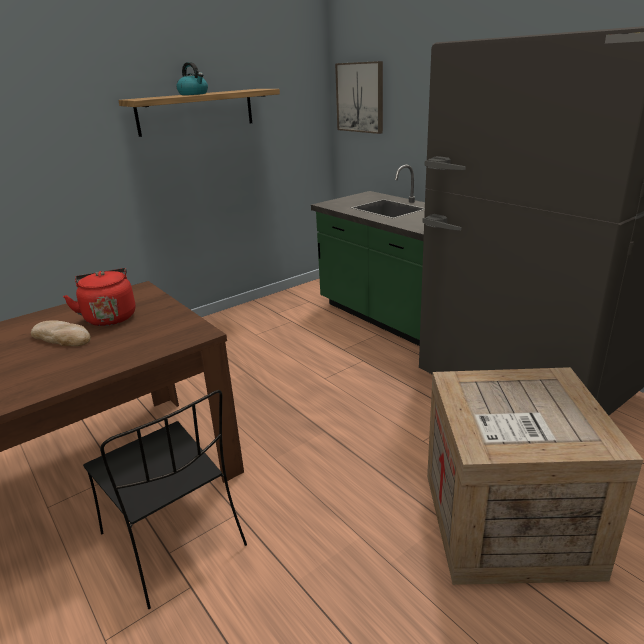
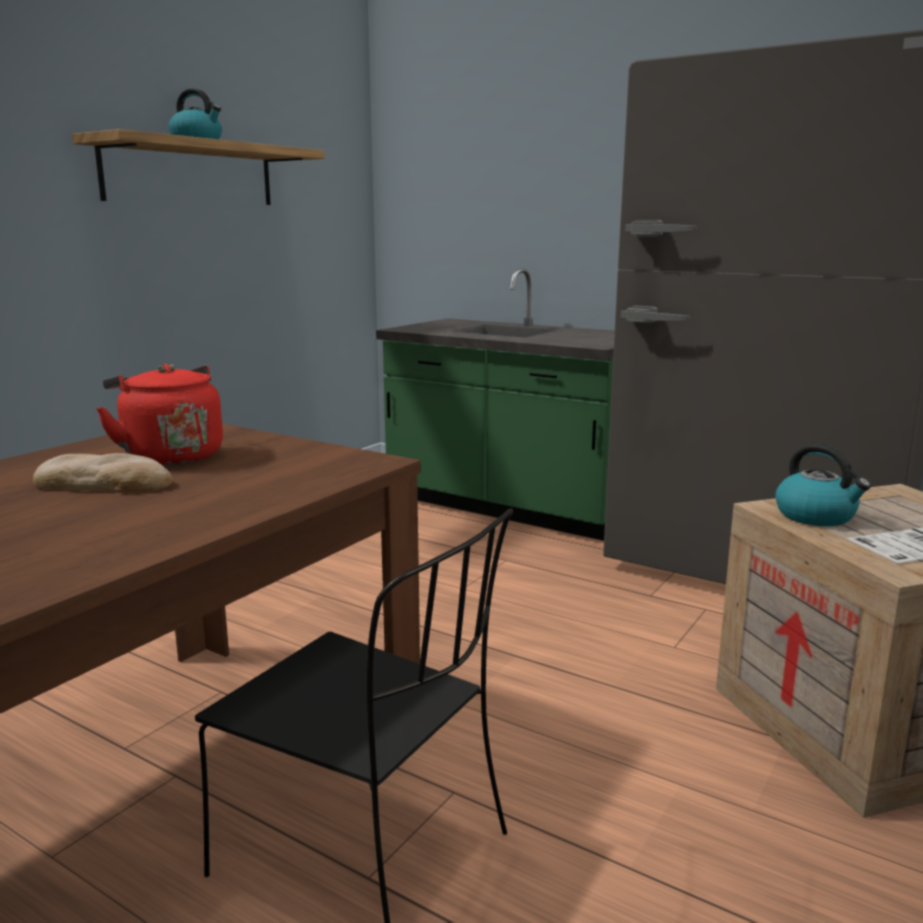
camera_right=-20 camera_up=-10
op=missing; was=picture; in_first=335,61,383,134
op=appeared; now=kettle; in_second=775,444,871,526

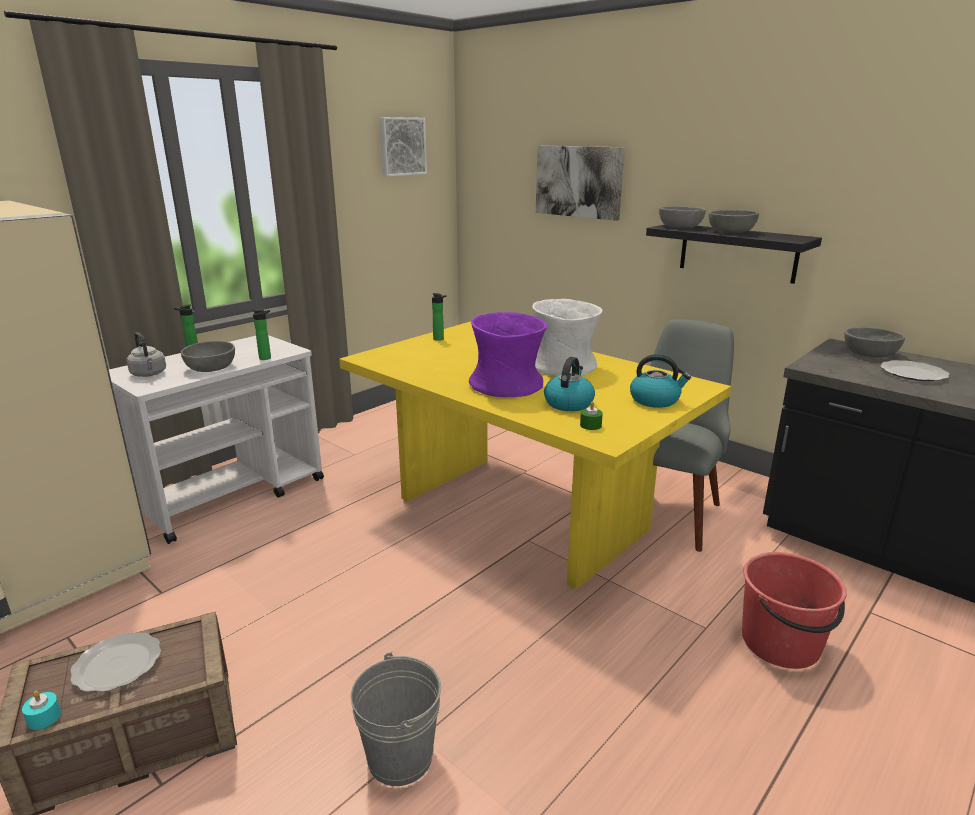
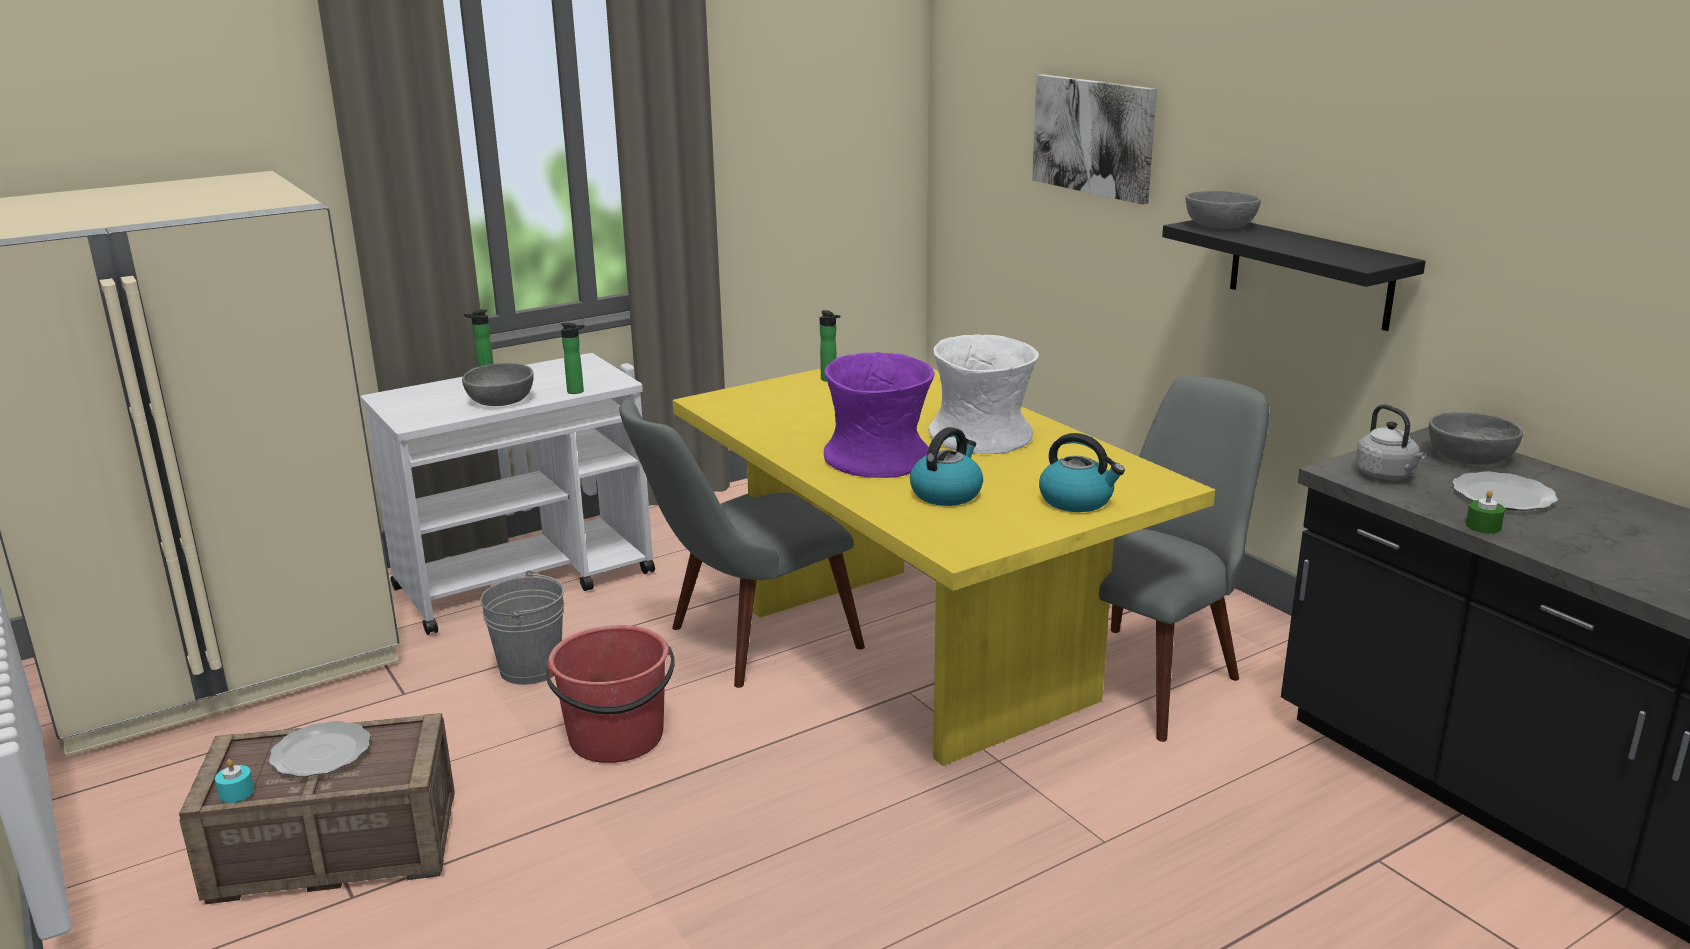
camera_right=15 camera_up=0
op=missing; was=picture; in_first=379,117,427,177
op=missing; was=grey bowl; in_first=709,210,759,233
op=appeared; now=grey chair; in_second=620,399,865,688
op=relocated; was=grey kettle; in_first=126,332,166,377; in_second=1355,404,1426,480
op=relocated; was=grey bucket; in_first=351,652,441,786; in_second=480,570,564,685
op=relocated; was=green candle; in_first=580,402,603,430; in_second=1466,490,1505,533
op=relocated; was=red bucket; in_first=742,552,847,669; in_second=546,625,675,763

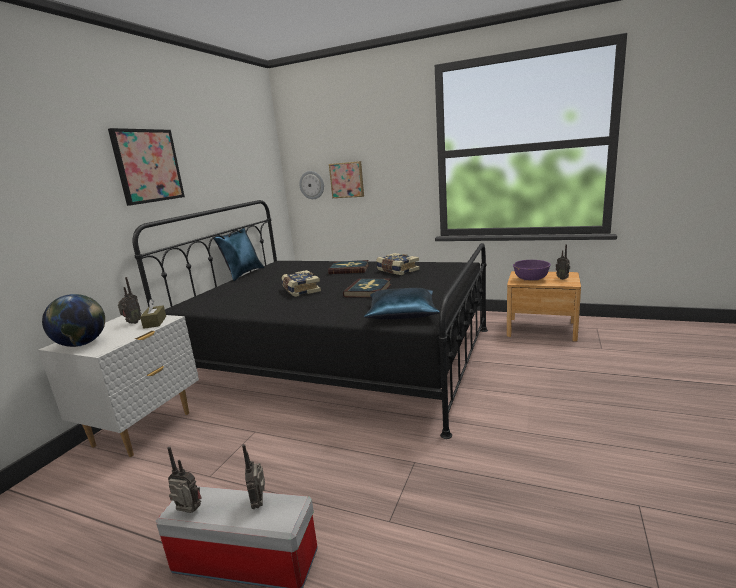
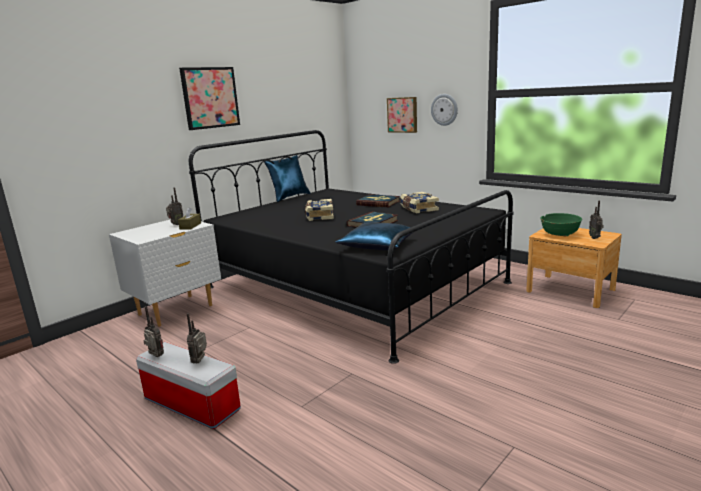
camera_right=20 camera_up=0
op=missing; was=globe; in_first=42,294,105,347
op=relocated; was=wall clock; in_first=299,171,324,199; in_second=431,94,458,126
op=colour; was=purple bowl; now=green bowl; in_first=513,260,551,281; in_second=541,213,582,236

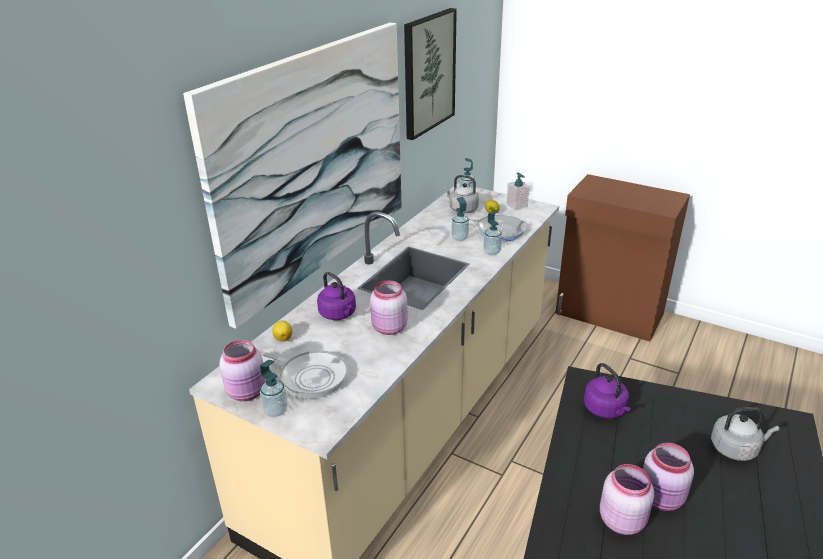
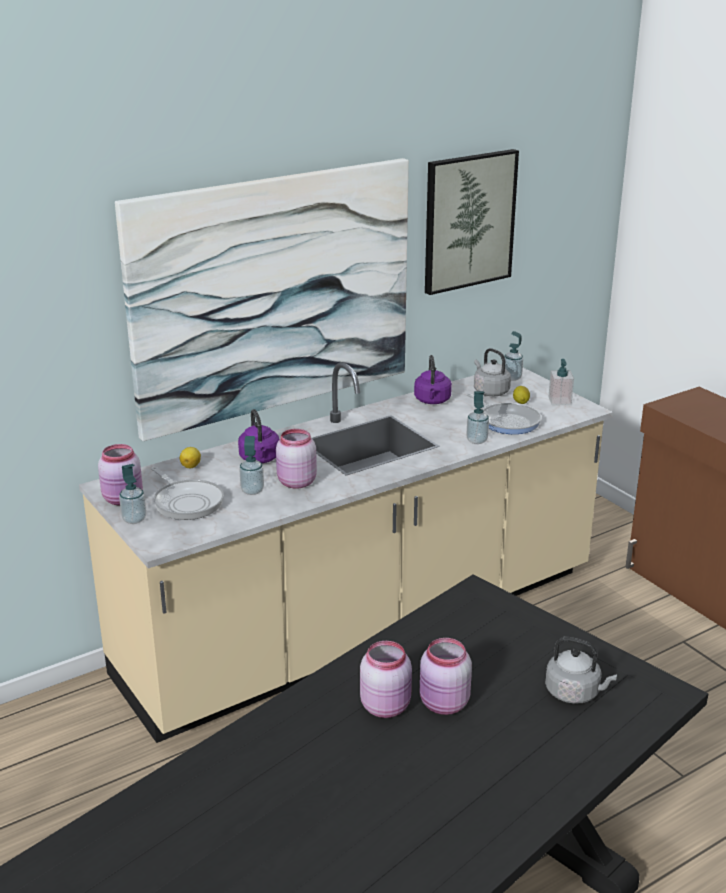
camera_right=25 camera_up=-5
op=relocated; was=soap dispenser; in_first=452,197,469,241; in_second=239,436,264,495
op=relocated; was=purple kettle; in_first=584,363,630,418; in_second=414,355,452,404

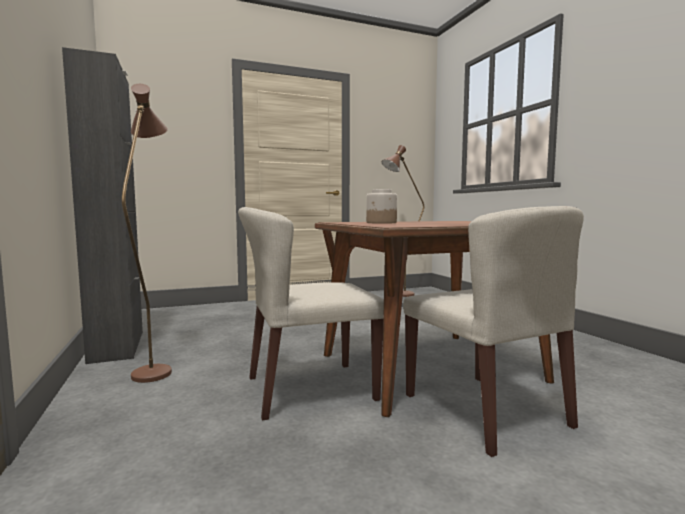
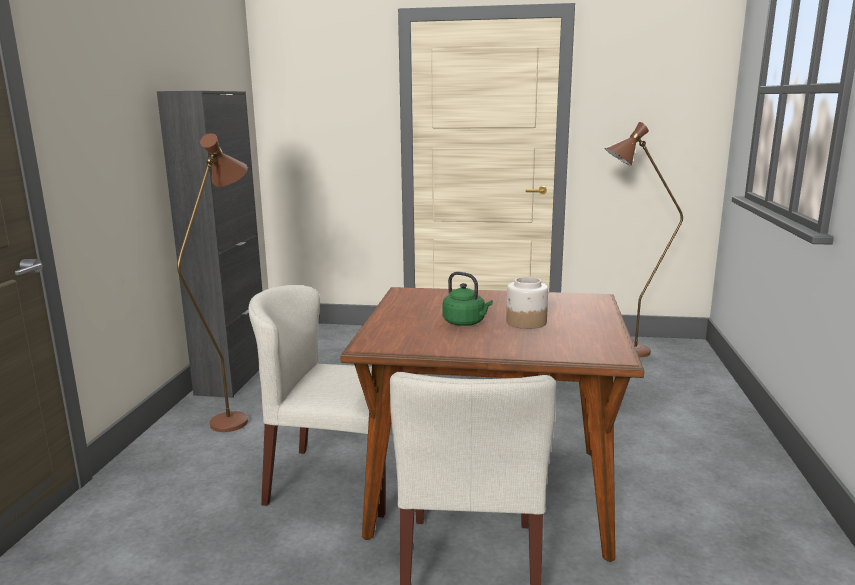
camera_right=30 camera_up=10
op=appeared; now=green kettle; in_second=442,272,493,326
op=relocated; was=jar; in_first=366,189,397,224; in_second=506,277,548,329

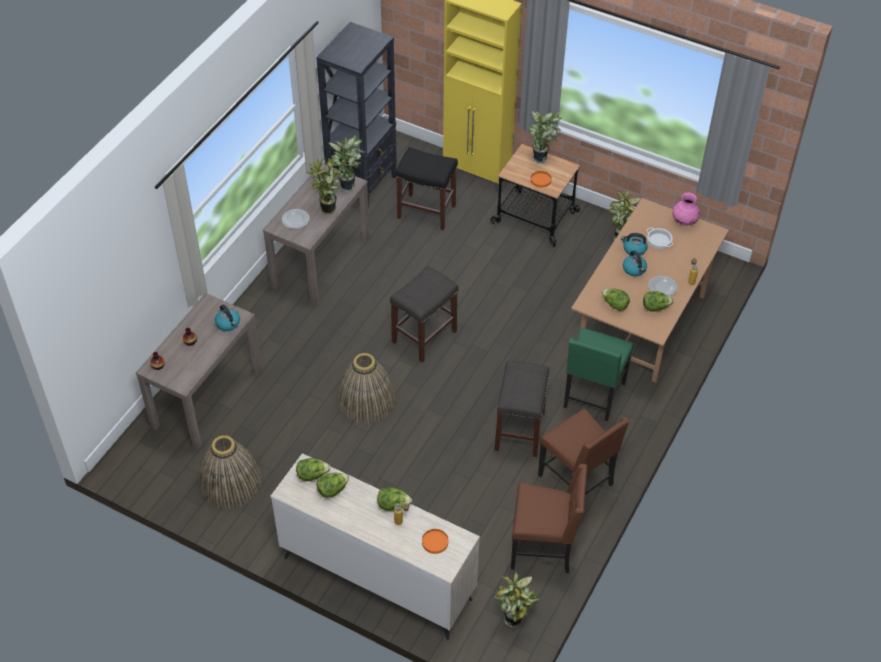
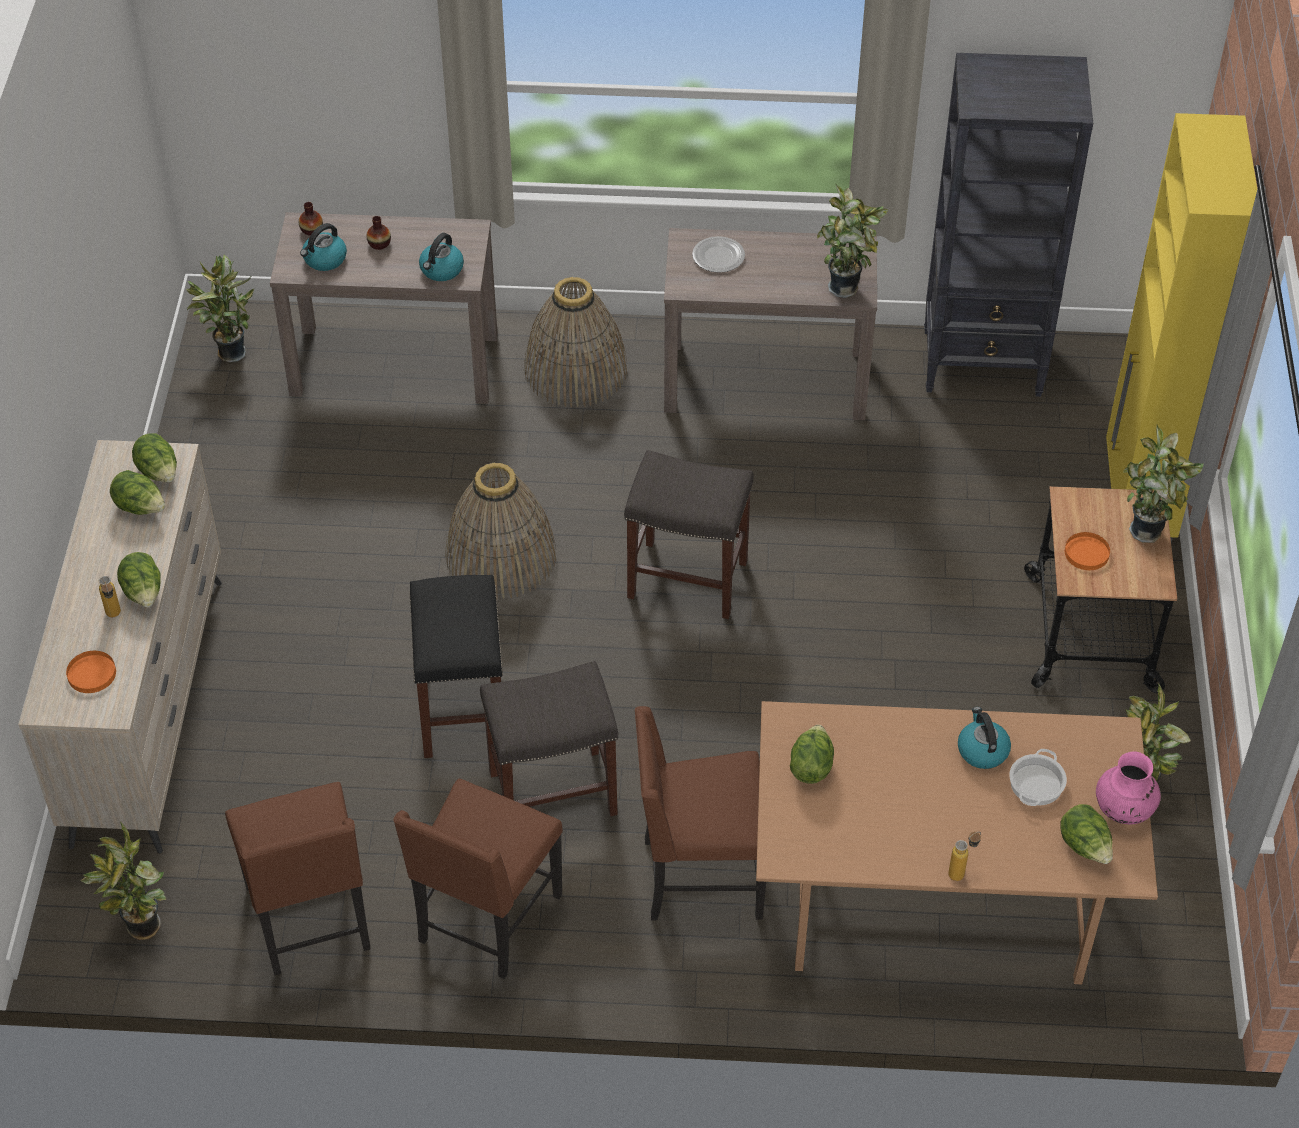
camera_right=65 camera_up=0
op=missing; was=plate; in_first=648,276,677,297
op=relocated; was=basket; in_first=199,435,262,509; in_second=524,277,627,408
op=relocated; was=potted plant; in_first=307,155,341,215; in_second=186,255,254,363
op=relocated; was=black stool; in_first=395,147,458,230; in_second=409,575,503,758
op=relocated; was=kettle; in_first=623,250,647,276; in_second=300,223,347,271
op=relocated; was=lettuce; in_first=643,291,673,312; in_second=1060,804,1113,864
op=colour; was=green chair; now=brown chair; in_first=563,328,634,421; in_second=635,706,766,921

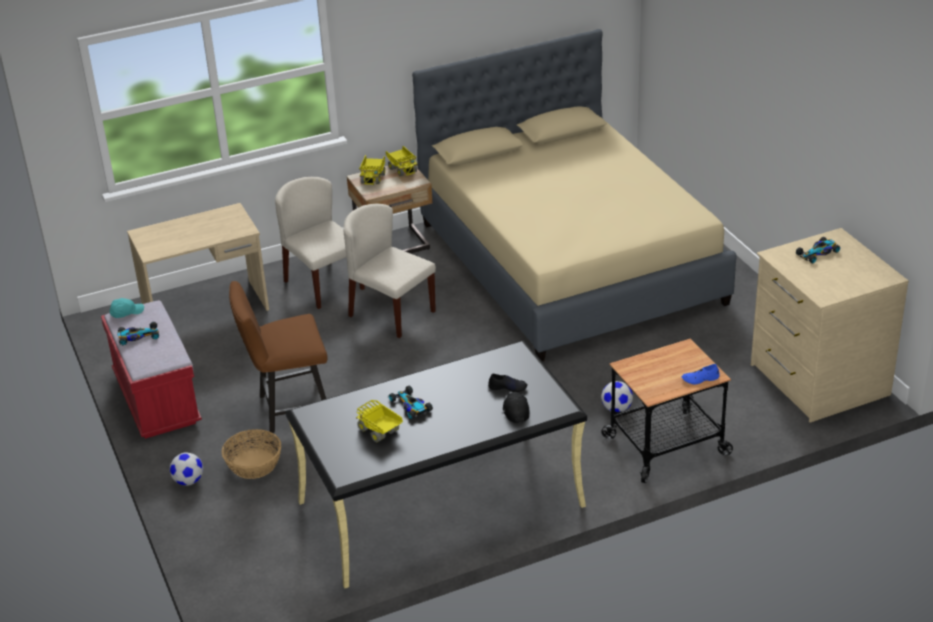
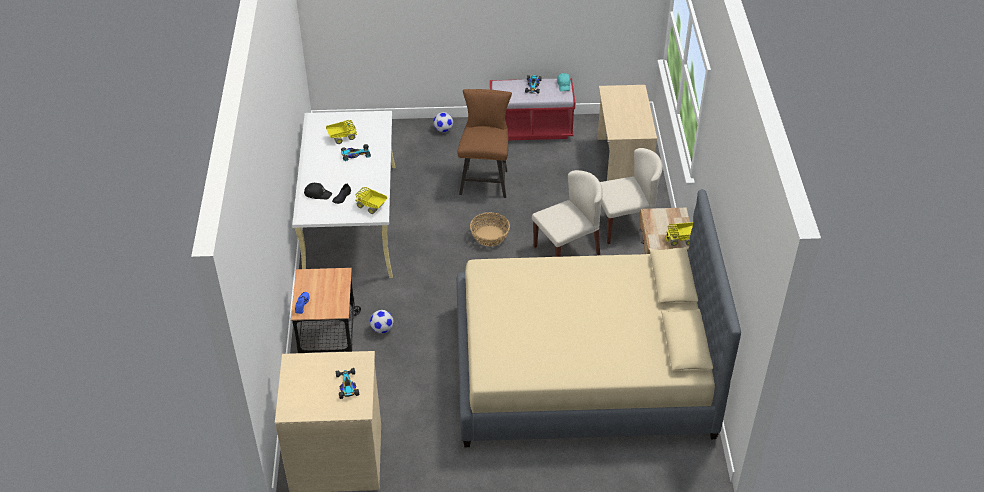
camera_right=110 camera_up=10
op=relocated; was=basket; in_first=222,429,281,479; in_second=470,212,510,246
op=relocated; was=toy truck; in_first=359,155,385,185; in_second=355,187,387,214
op=colour; was=black desk; now=white desk; in_first=285,340,587,588; in_second=292,111,395,278

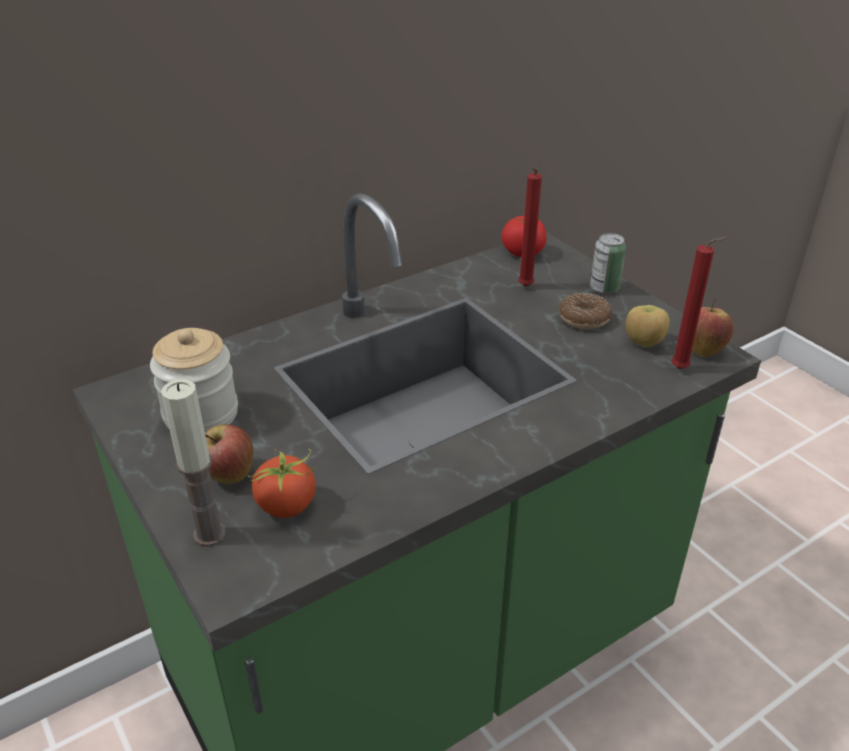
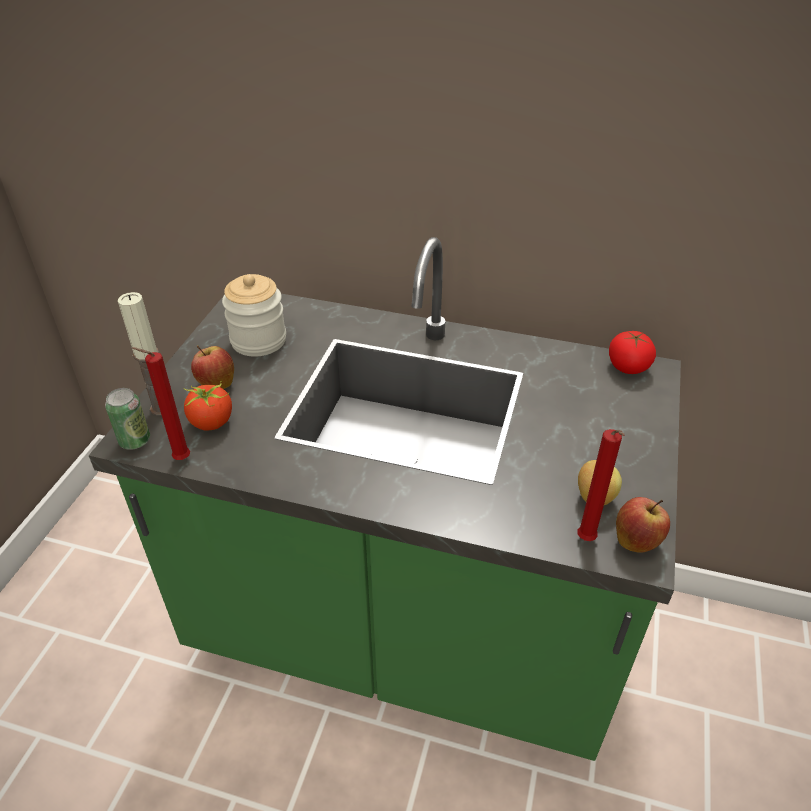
camera_right=50 camera_up=5
op=missing; was=donut; in_first=558,293,613,329
op=relocated; was=red candle; in_first=518,167,542,287; in_second=132,347,190,460
op=relocated; was=can; in_first=590,233,626,294; in_second=105,388,150,450

